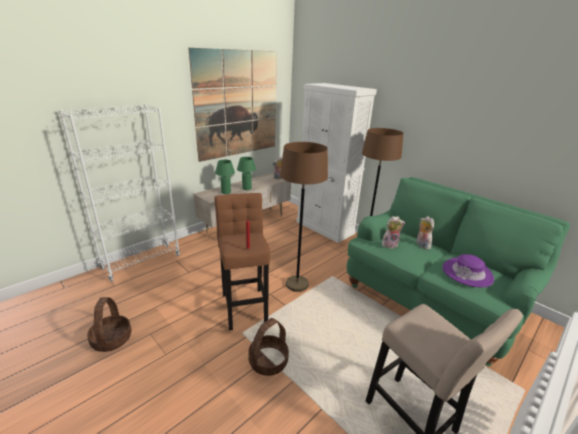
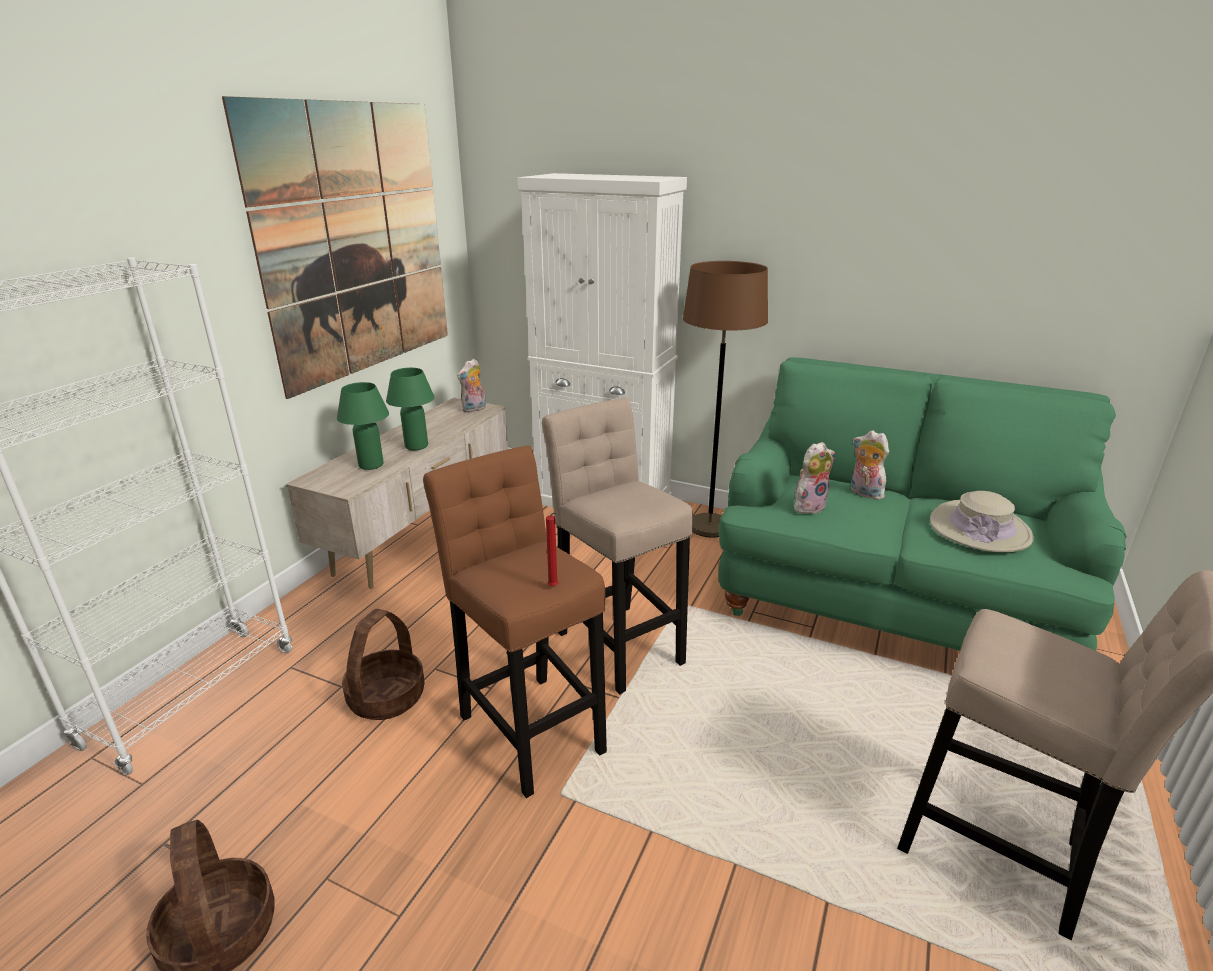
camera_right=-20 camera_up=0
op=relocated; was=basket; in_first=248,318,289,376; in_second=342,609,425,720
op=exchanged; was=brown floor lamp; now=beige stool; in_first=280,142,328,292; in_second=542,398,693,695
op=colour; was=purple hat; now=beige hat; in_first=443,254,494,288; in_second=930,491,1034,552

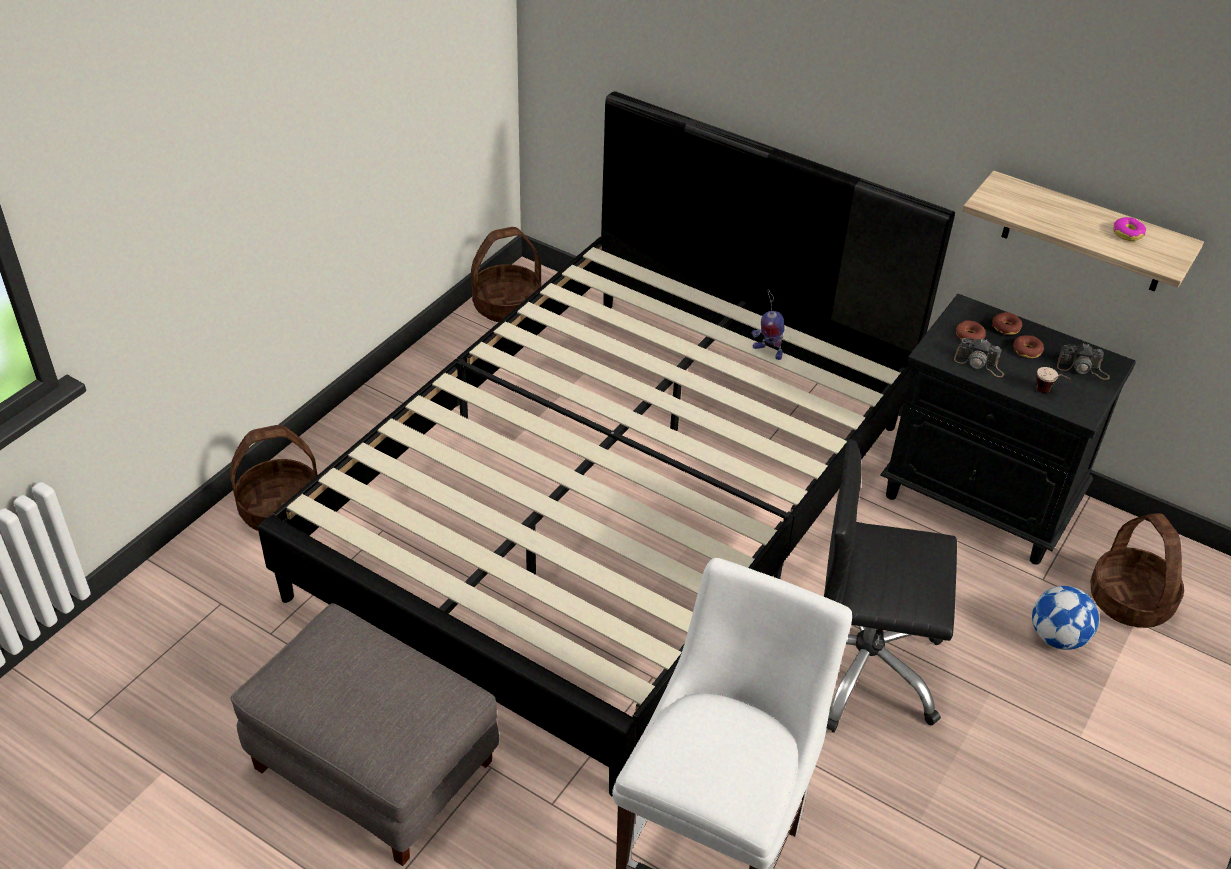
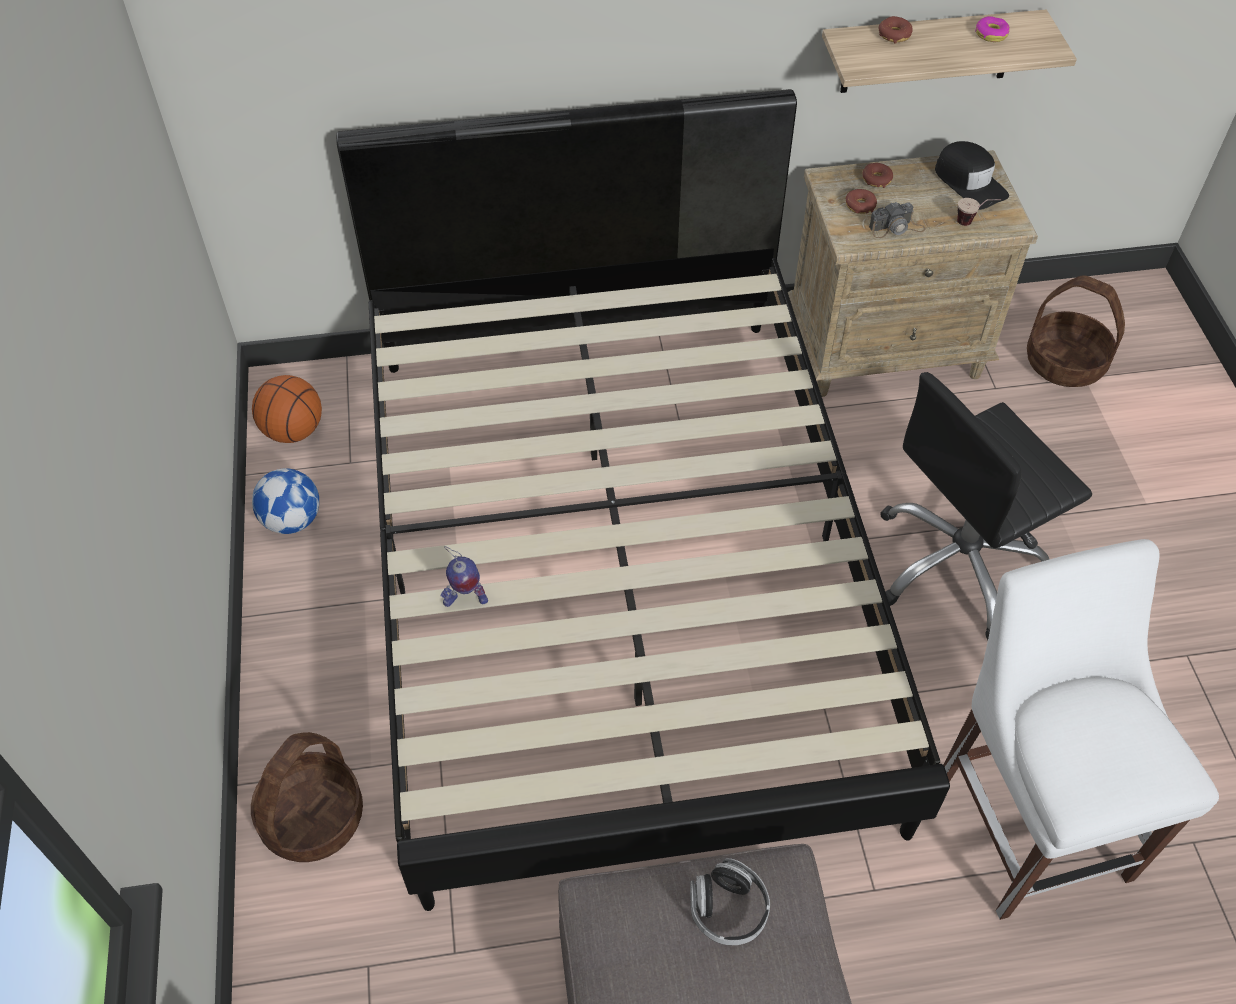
camera_right=-40 camera_up=10
op=appeared; now=headphones; in_second=690,858,770,945
op=relocated; was=toy robot; in_first=752,289,785,360; in_second=441,546,488,607
op=relocated; was=donut; in_first=1013,336,1044,358; in_second=879,16,913,44
op=relocated; was=football; in_first=1032,586,1099,650; in_second=252,468,319,534
op=exchanged; was=basket; now=basketball; in_first=471,227,541,322; in_second=252,375,322,443
op=exchanged; was=photo camera; now=black cap; in_first=1057,343,1110,380; in_second=935,141,1009,210
op=colour; was=black nightstand; now=beige nightstand; in_first=880,294,1136,565; in_second=788,150,1038,397

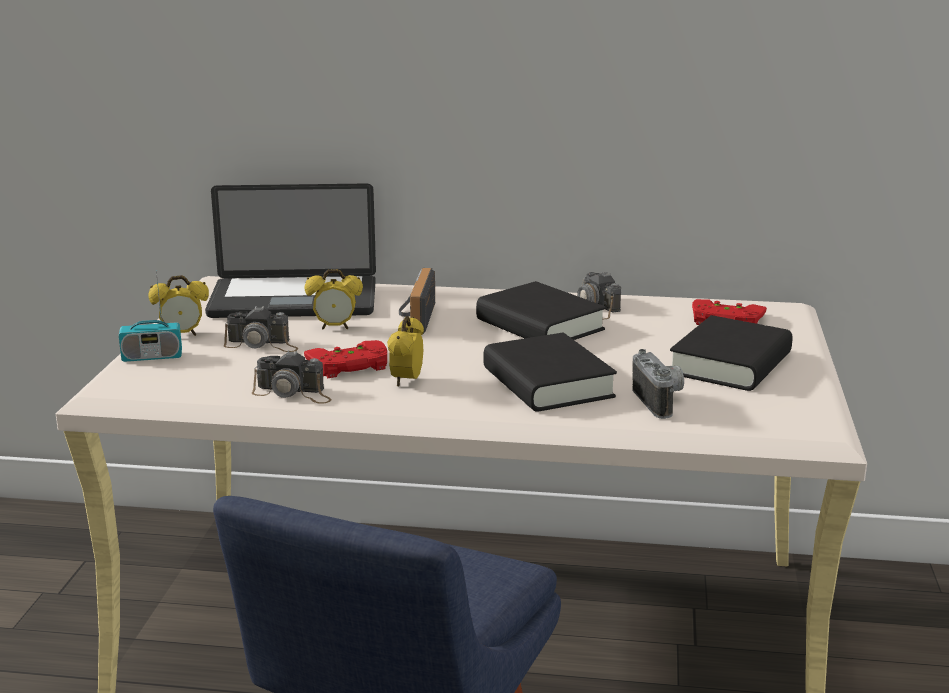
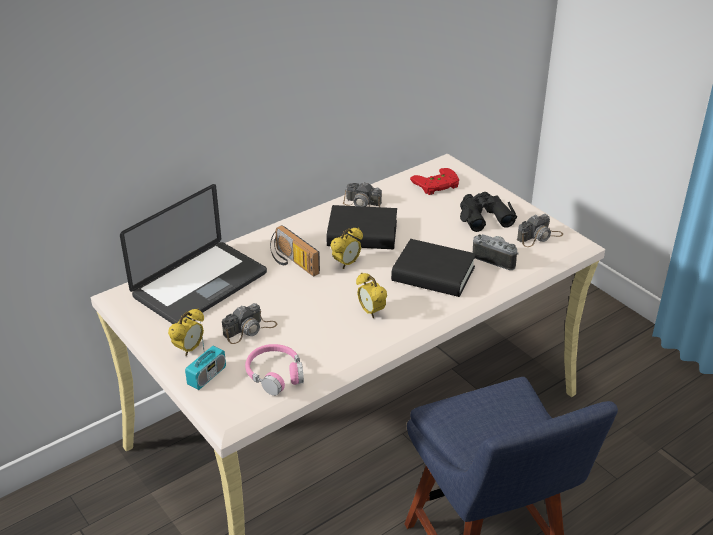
camera_right=-45 camera_up=15
op=missing; was=red game controller; in_first=304,340,387,378
op=appeared; now=pink headphones; in_second=245,344,304,396
op=relocated; was=photo camera; in_first=252,350,331,404; in_second=517,214,563,247
op=relocated; was=alarm clock; in_first=304,269,363,329; in_second=330,228,363,269
op=exchanged; was=black book; now=black binoculars; in_first=670,315,793,391; in_second=460,192,517,232

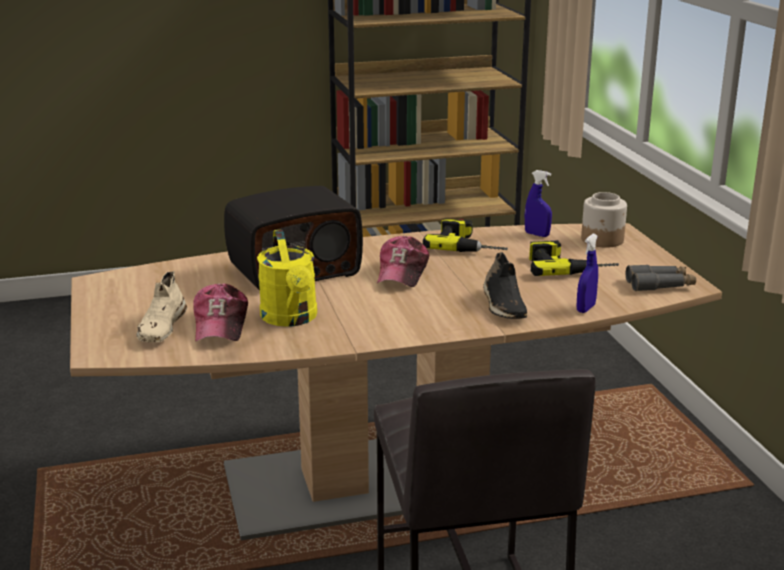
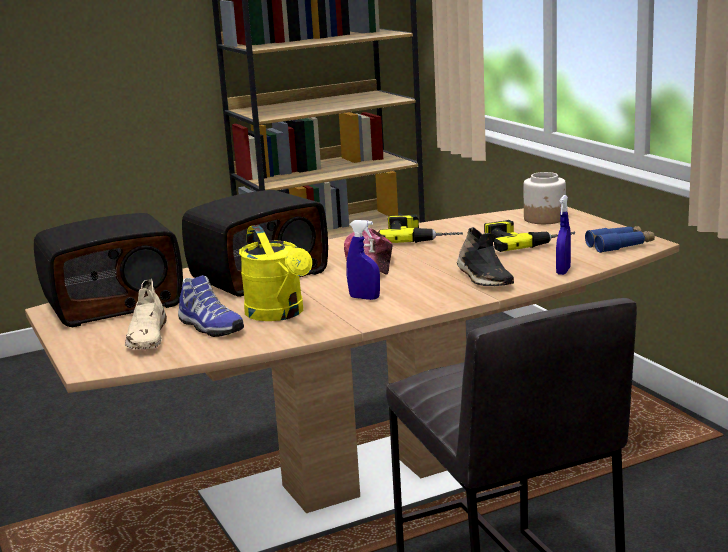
camera_right=-10 camera_up=-5
op=appeared; now=radio; in_second=34,213,183,327
op=relocated; was=blue spray bottle; in_first=525,170,552,237; in_second=346,220,380,300
op=exchanged; was=cap; now=shoe; in_first=193,284,248,342; in_second=178,275,244,337
op=colour; was=grey binoculars; now=blue binoculars; in_first=626,265,696,291; in_second=585,226,655,253

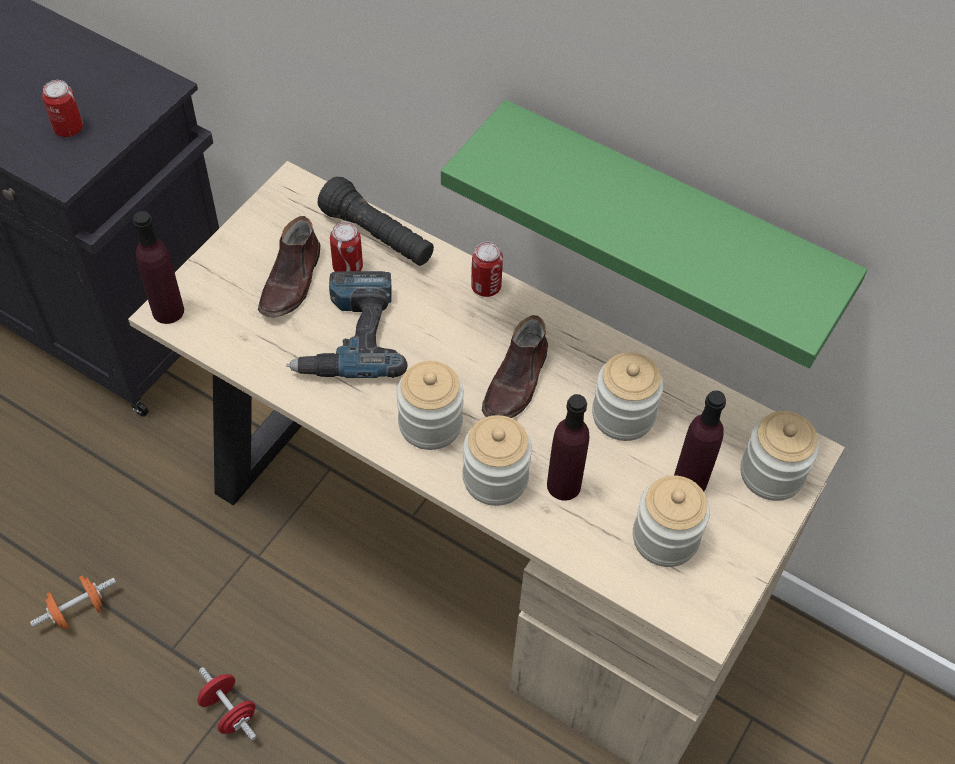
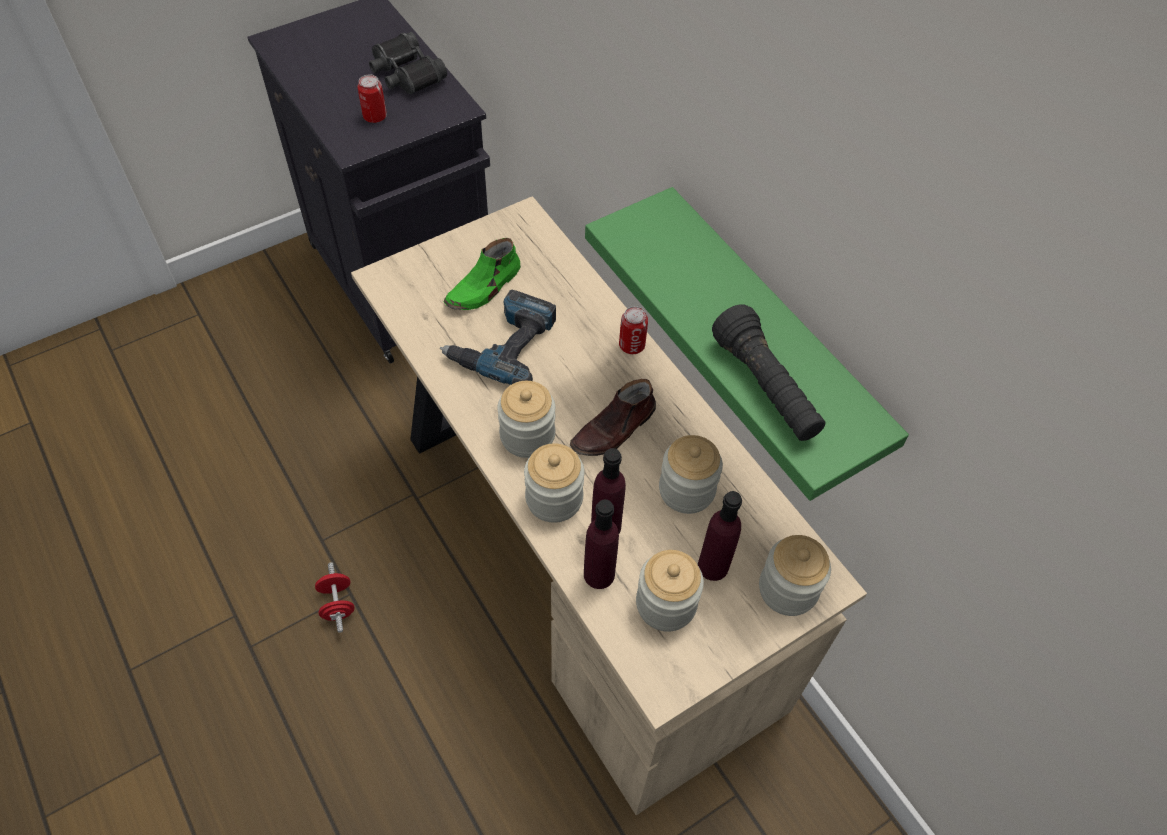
camera_right=25 camera_up=0
op=missing; was=orange dumbbell; in_first=30,575,116,630
op=missing; was=can; in_first=330,222,363,272
op=appeared; now=black binoculars; in_second=369,32,447,94
op=relocated; was=purple bottle; in_first=133,211,184,324; in_second=584,499,619,589
op=relocated; was=black flashlight; in_first=318,177,434,266; in_second=712,304,826,441
op=colour; was=brown shoe; now=green shoe; in_first=258,216,320,318; in_second=444,238,521,310

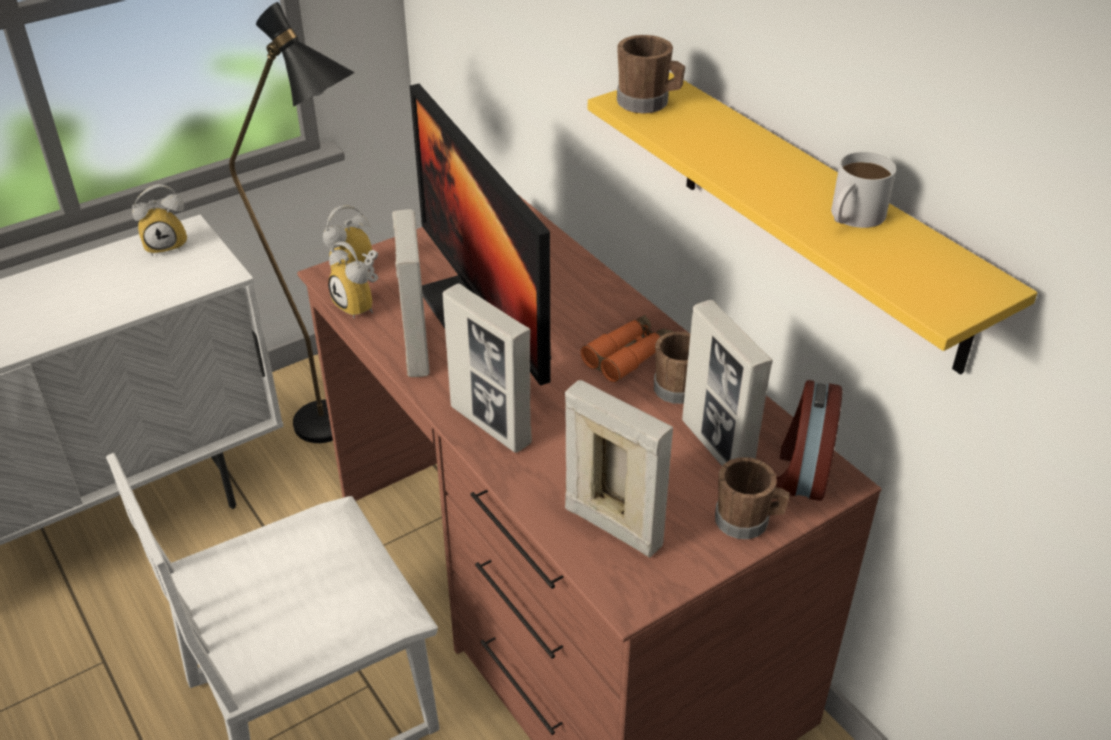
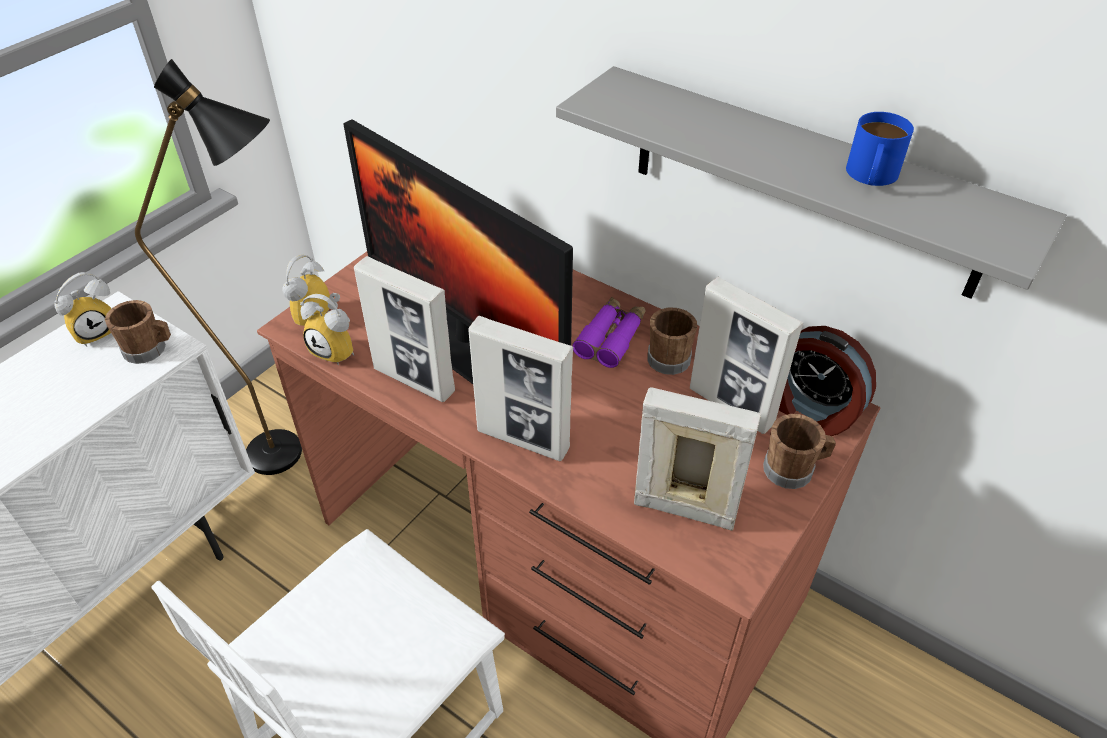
camera_right=-20 camera_up=5
op=relocated; was=brown mug; in_first=617,35,685,114; in_second=105,300,171,364
op=colour; was=orange binoculars; now=purple binoculars; in_first=581,315,673,382; in_second=572,297,645,368
op=colour; was=yellow shelf; now=grey shelf; in_first=588,72,1037,375; in_second=556,66,1067,299
op=colour; was=white mug; now=blue mug; in_first=831,152,896,228; in_second=846,112,914,186
op=spun; was=picture frame; in_first=392,209,430,377; in_second=354,256,455,402; clockwise=150
op=spun; was=alarm clock; in_first=776,380,842,501; in_second=779,326,876,436; clockwise=-45

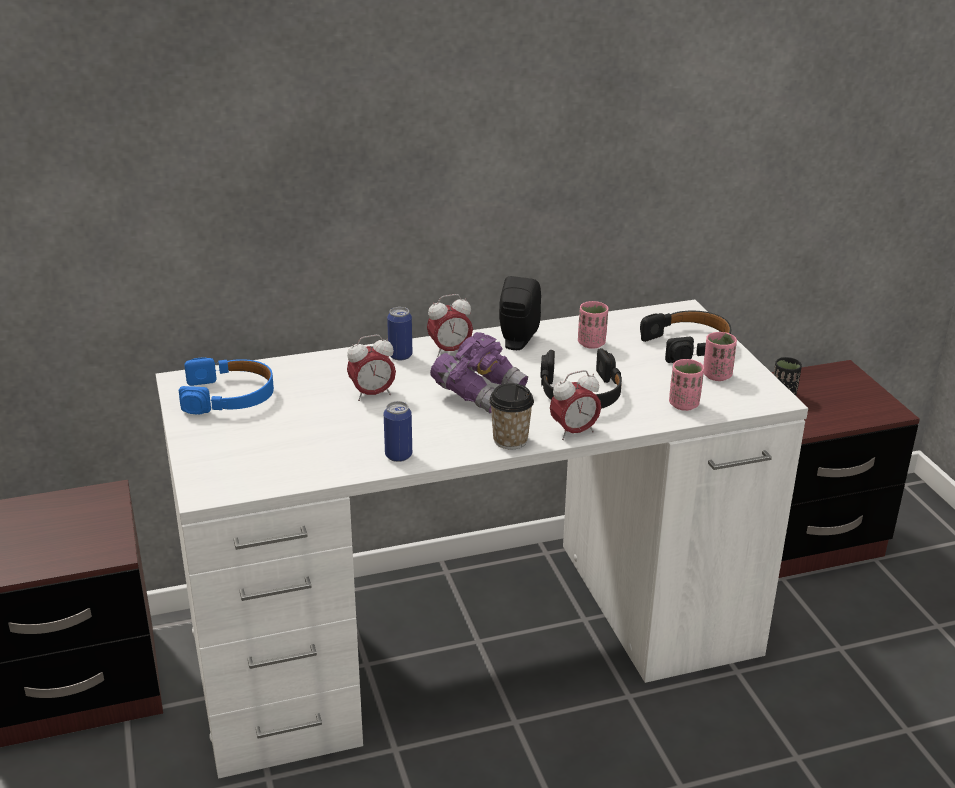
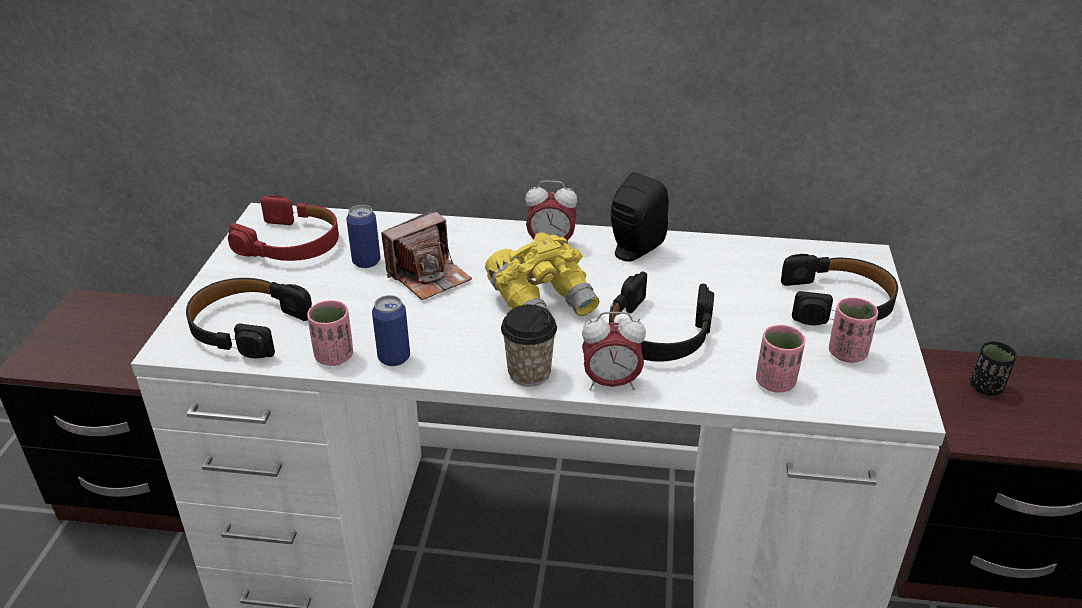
camera_right=25 camera_up=5
op=appeared; now=black headphones; in_second=186,278,312,359
op=relocated; was=can; in_first=387,307,412,360; in_second=346,205,380,268
op=relocated; was=pink cup; in_first=578,301,609,349; in_second=307,300,353,366
op=exchanged; was=alarm clock; now=photo camera; in_first=347,335,396,401; in_second=381,210,472,300
op=colour; was=blue headphones; now=red headphones; in_first=179,357,274,414; in_second=228,195,339,261
op=colour; was=purple binoculars; now=yellow binoculars; in_first=430,332,528,413; in_second=485,232,599,316

